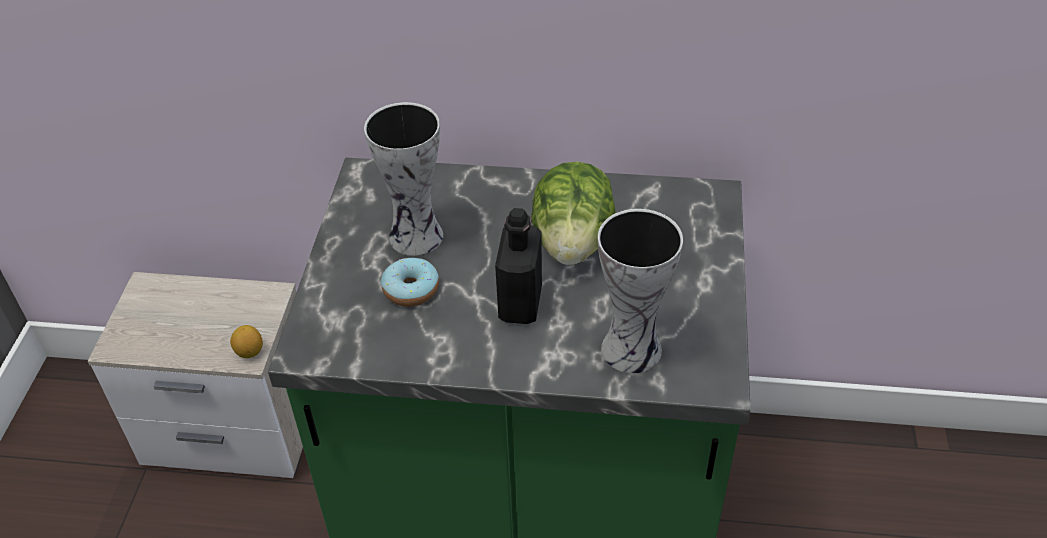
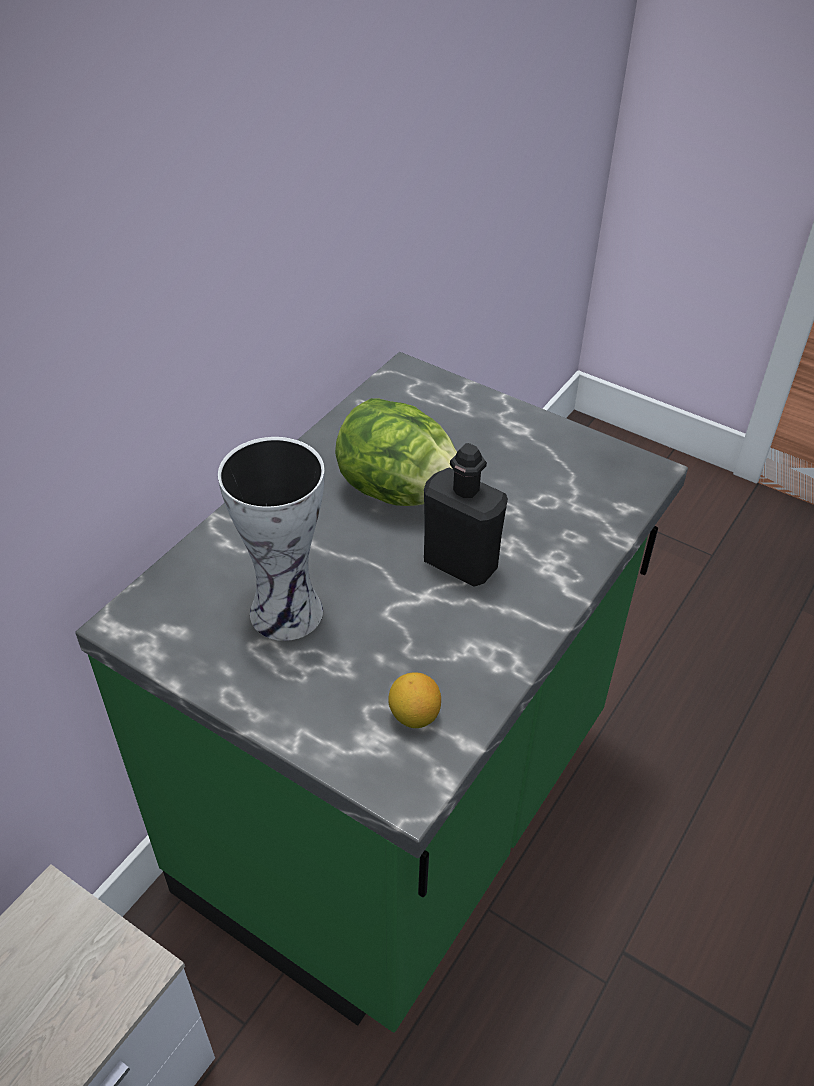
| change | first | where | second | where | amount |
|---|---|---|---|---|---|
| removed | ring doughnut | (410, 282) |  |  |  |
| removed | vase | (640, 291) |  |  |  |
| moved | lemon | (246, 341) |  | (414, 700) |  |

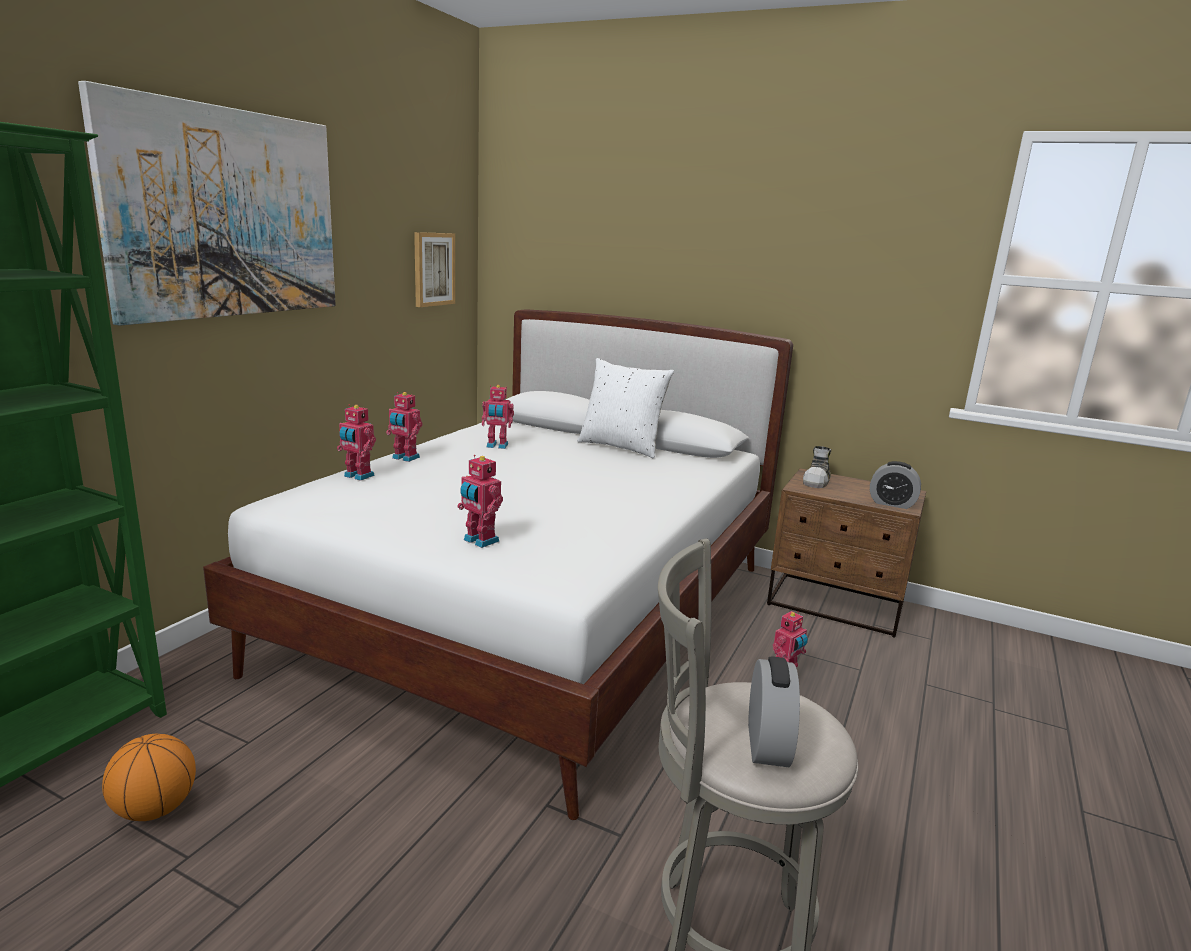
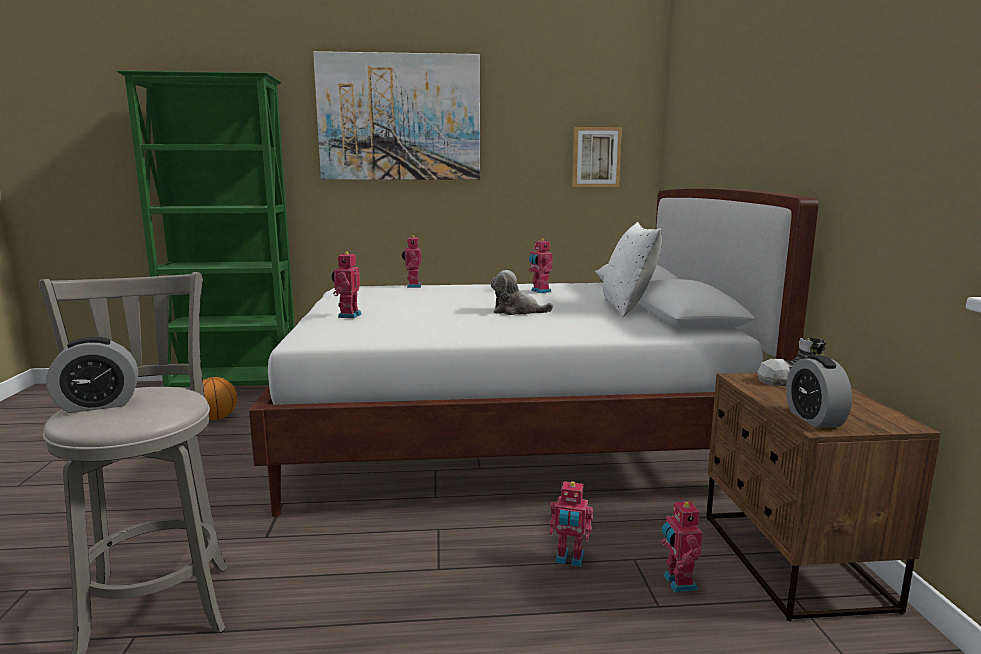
| change | first | where | second | where | amount |
|---|---|---|---|---|---|
| added |  |  | soft toy | (522, 292) |  |
| moved | toy robot | (404, 427) |  | (682, 545) |  |

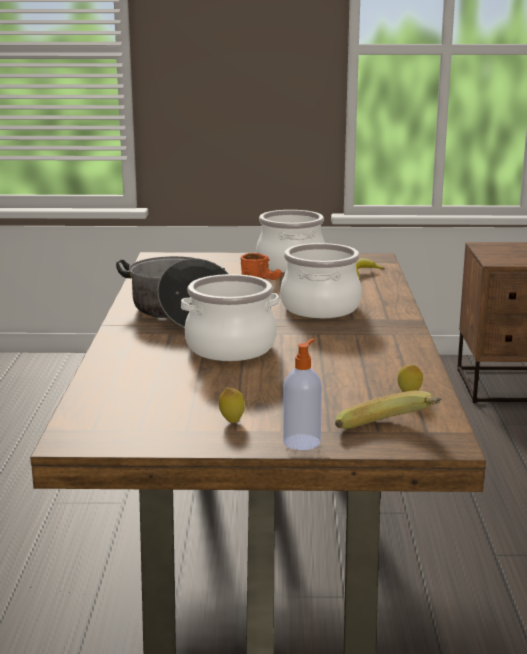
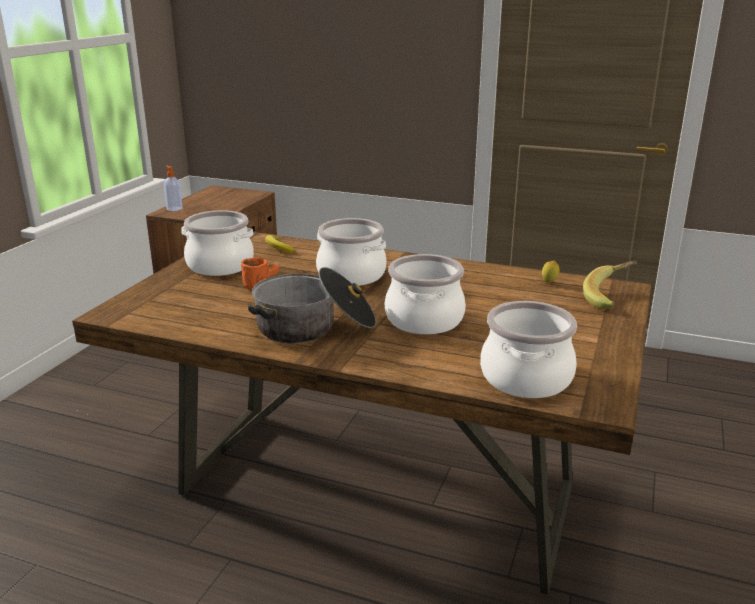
| change | first | where | second | where | amount |
|---|---|---|---|---|---|
| removed | lemon | (232, 405) |  |  |  |
| added |  |  | saucepot | (528, 349) |  |
| moved | liquid soap bottle | (302, 394) |  | (173, 188) |  |

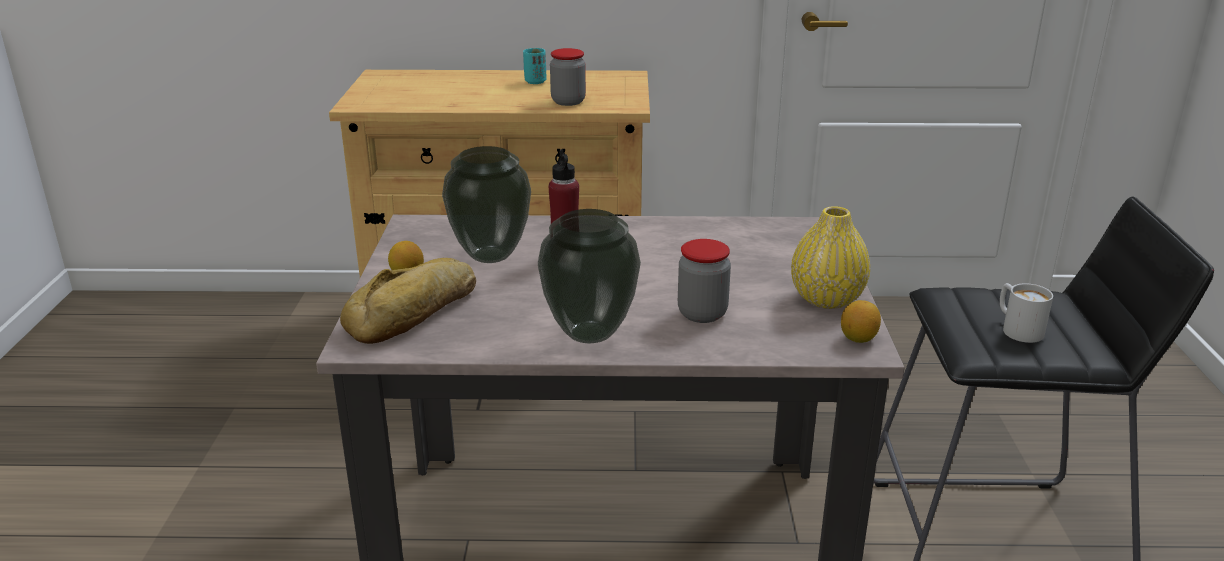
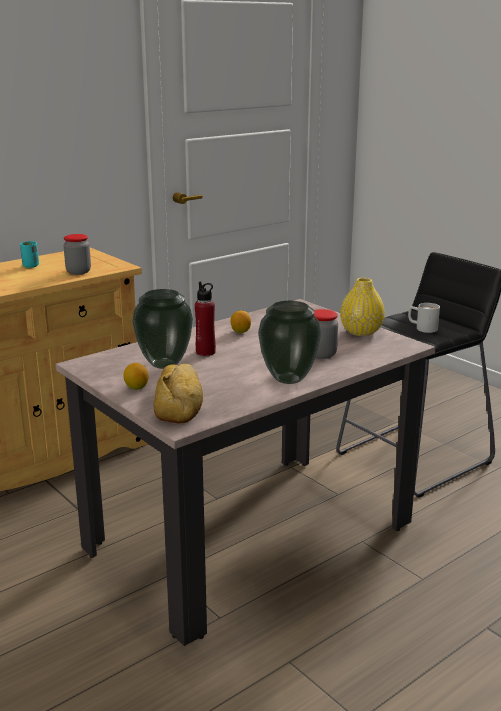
| change | first | where | second | where | amount |
|---|---|---|---|---|---|
| moved | lemon | (861, 321) |  | (241, 322) |  |

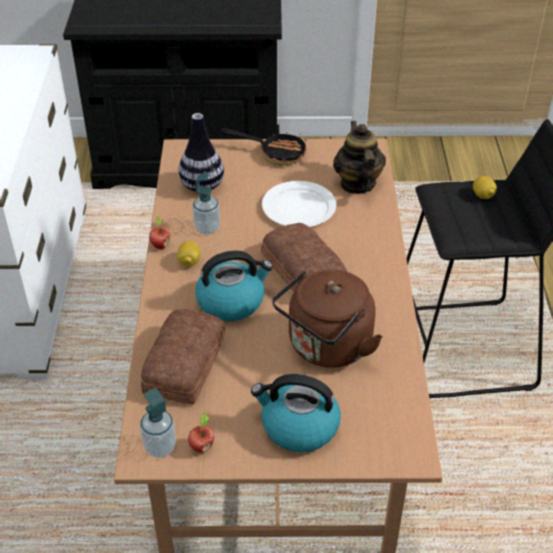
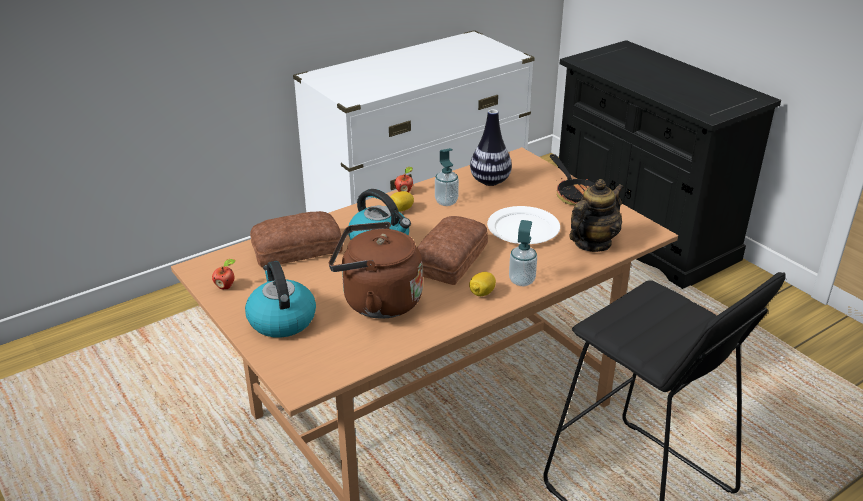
| change | first | where | second | where | amount |
|---|---|---|---|---|---|
| moved | liquid soap bottle | (158, 423) |  | (523, 253) |  |
| moved | lemon | (485, 187) |  | (482, 284) |  |

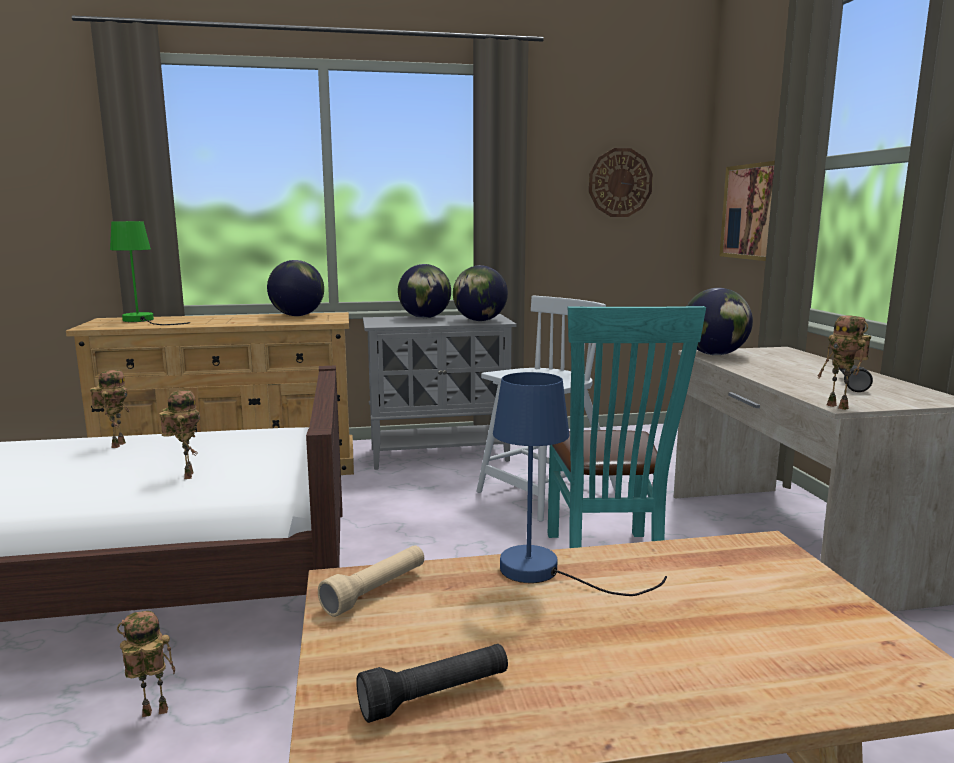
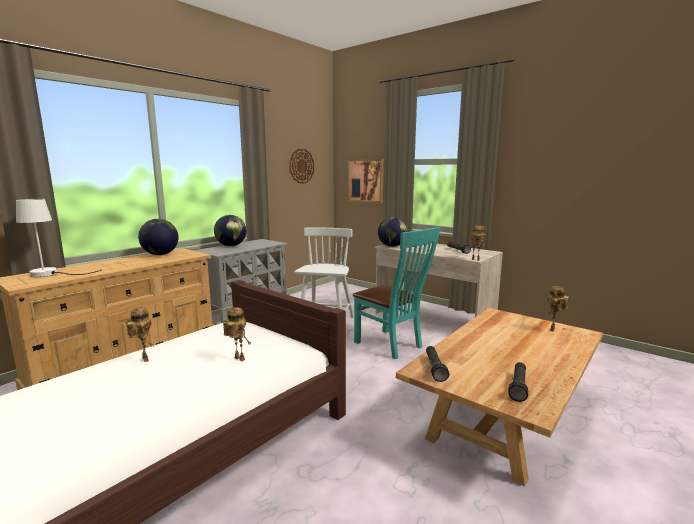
| change | first | where | second | where | amount |
|---|---|---|---|---|---|
| removed | globe | (480, 293) |  |  |  |
| removed | blue-coloured tabletop lamp | (580, 484) |  |  |  |
| moved | toy robot | (146, 664) |  | (558, 309) |  |
| recoloured | green-coloured tabletop lamp | (150, 273) | white tabletop lamp | (59, 238) |  |
| recoloured | beige-coloured torch | (371, 581) | blackish torch | (437, 364) |  |

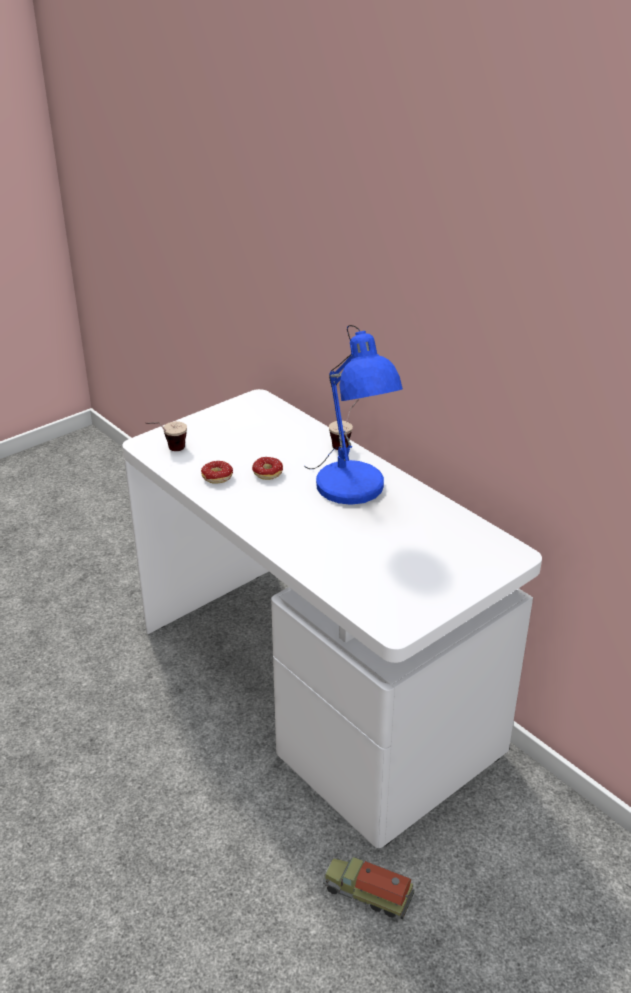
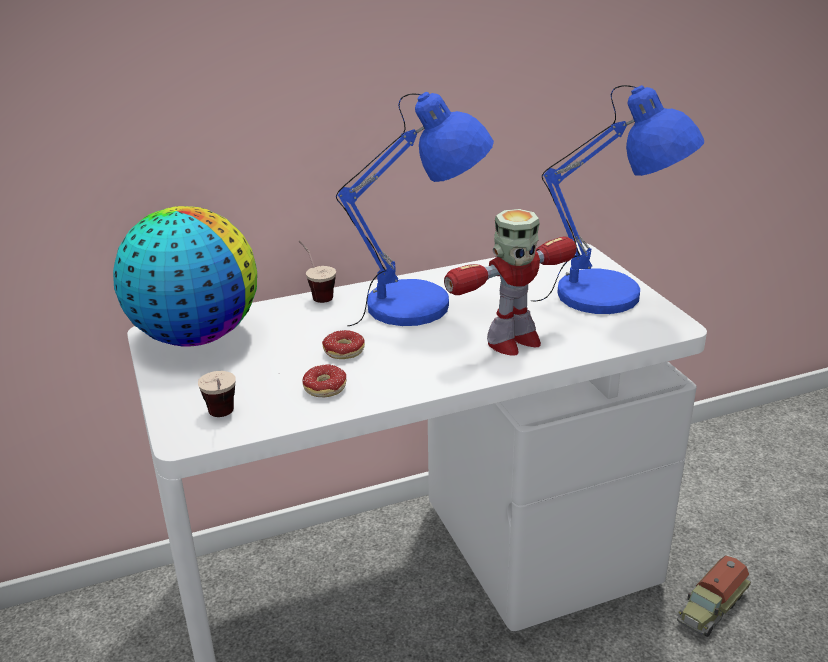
| change | first | where | second | where | amount |
|---|---|---|---|---|---|
| added |  |  | globe | (185, 276) |  |
| added |  |  | toy robot | (510, 282) |  |
| added |  |  | blue-coloured tabletop lamp | (617, 199) |  |

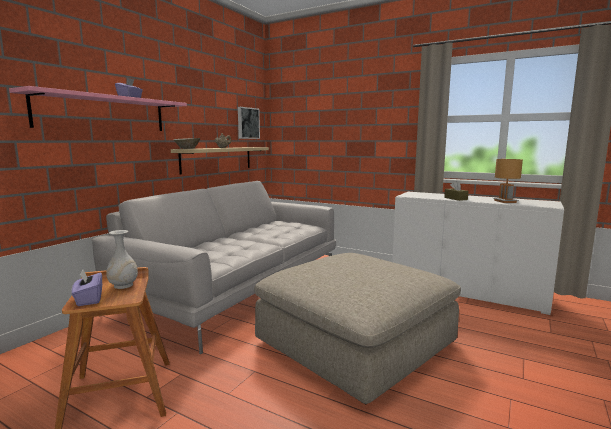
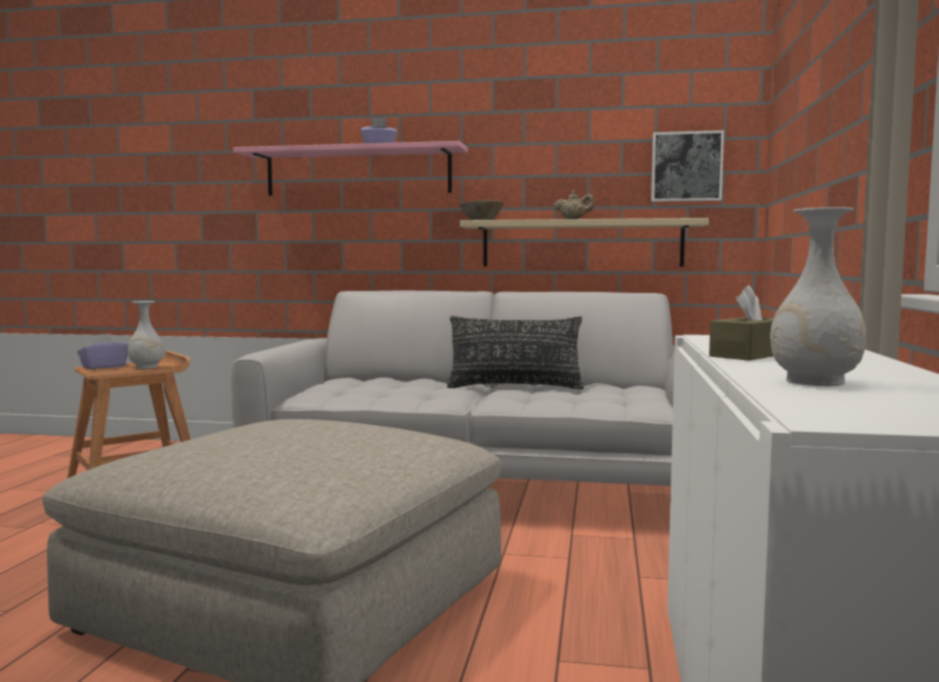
| change | first | where | second | where | amount |
|---|---|---|---|---|---|
| added |  |  | blackish cushion | (515, 353) |  |
| replaced | brown tabletop lamp | (508, 181) | white vase | (818, 296) |  |

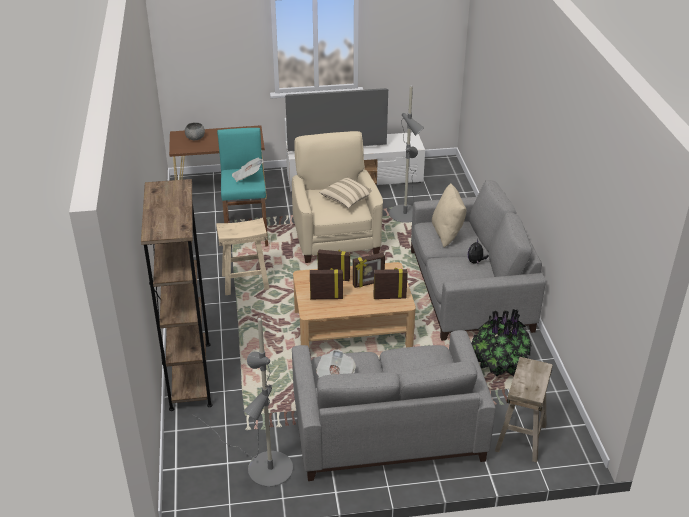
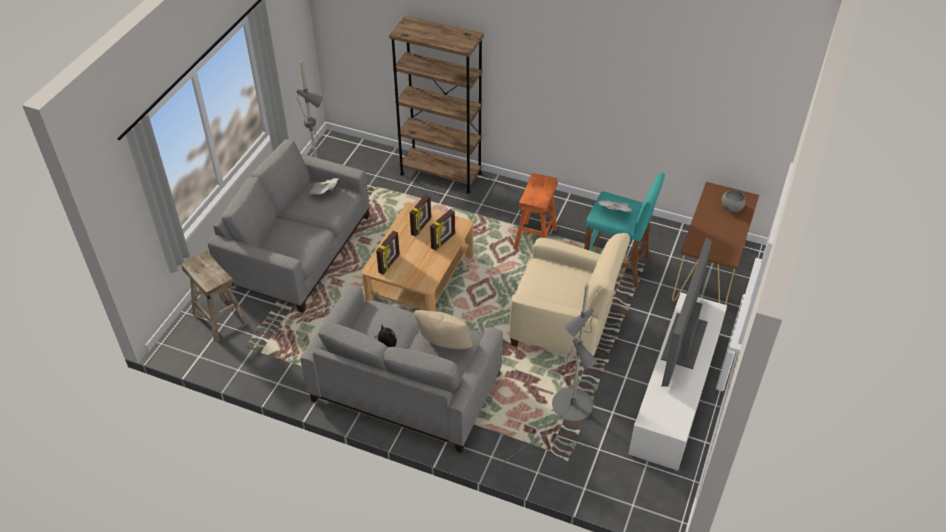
| change | first | where | second | where | amount |
|---|---|---|---|---|---|
| removed | beige-coloured cushion | (346, 192) |  |  |  |
| removed | standing frame | (369, 270) |  |  |  |
| removed | plant in a pot | (501, 342) |  |  |  |
| recoloured | beige-coloured stool | (243, 256) | orange stool | (535, 211) |  |

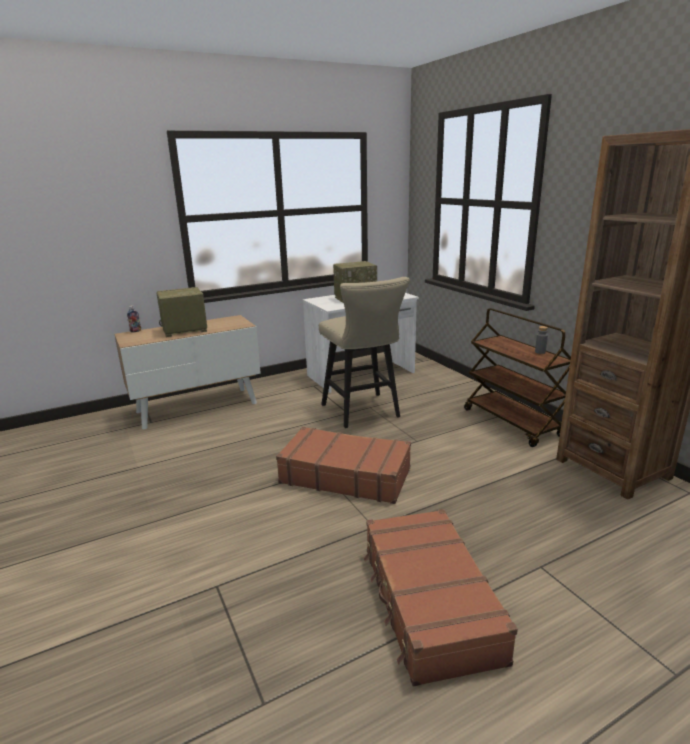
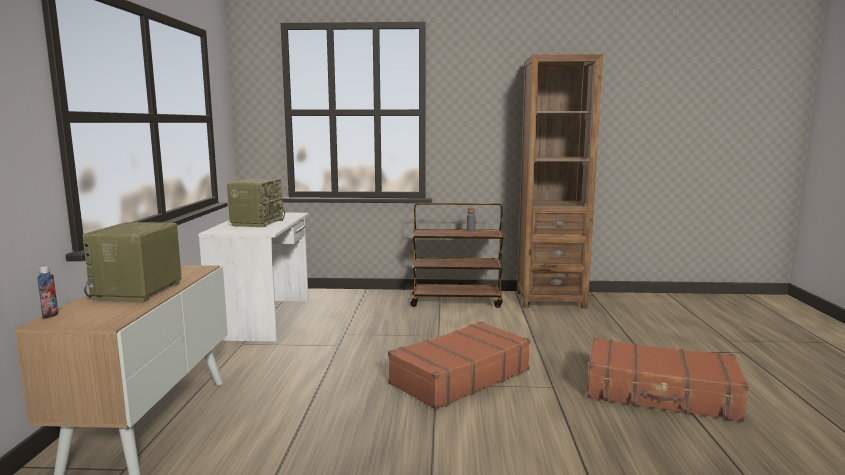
| change | first | where | second | where | amount |
|---|---|---|---|---|---|
| removed | beige-coloured stool | (364, 352) |  |  |  |

